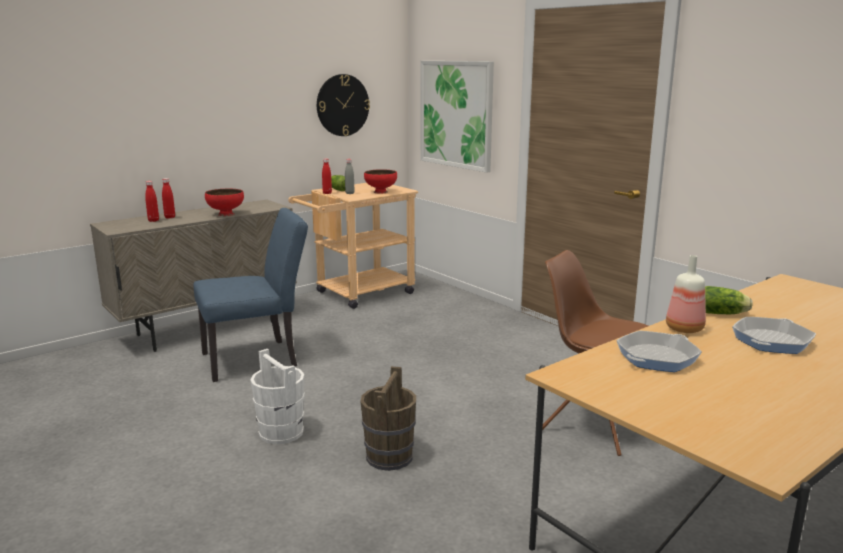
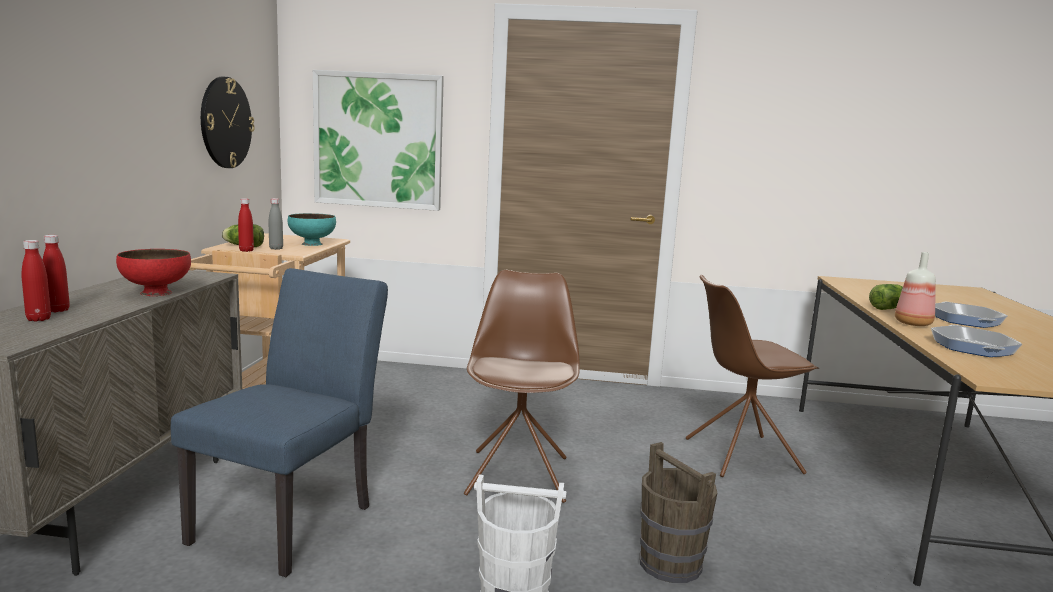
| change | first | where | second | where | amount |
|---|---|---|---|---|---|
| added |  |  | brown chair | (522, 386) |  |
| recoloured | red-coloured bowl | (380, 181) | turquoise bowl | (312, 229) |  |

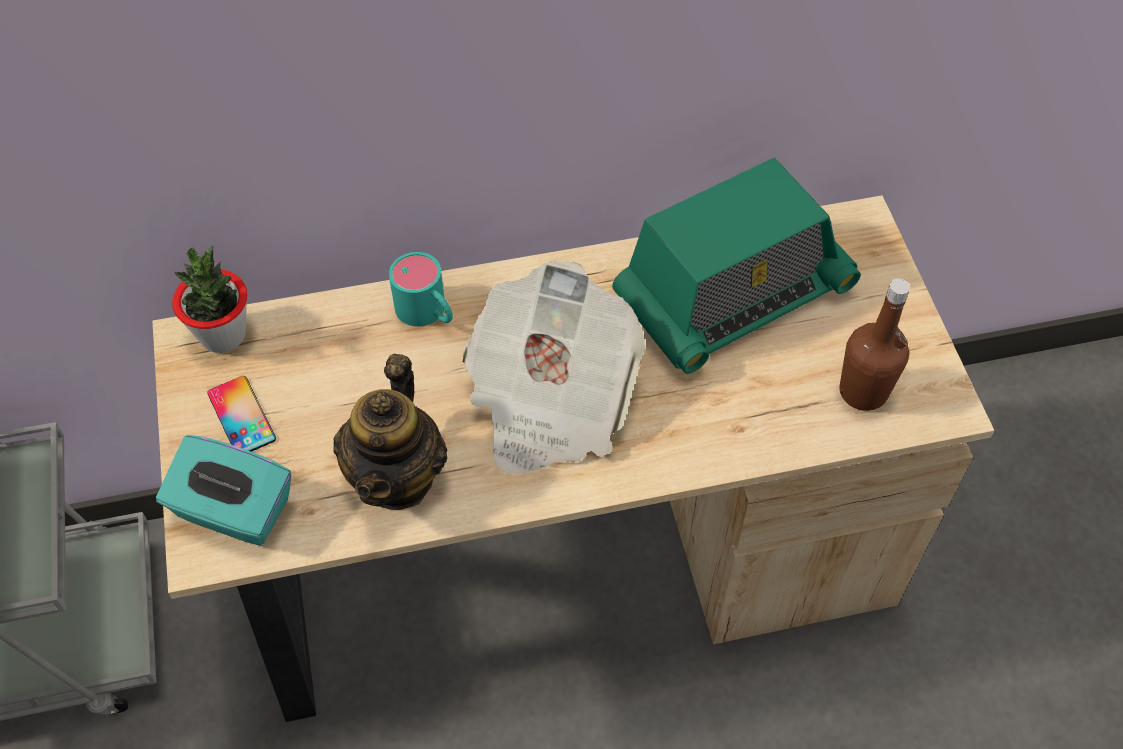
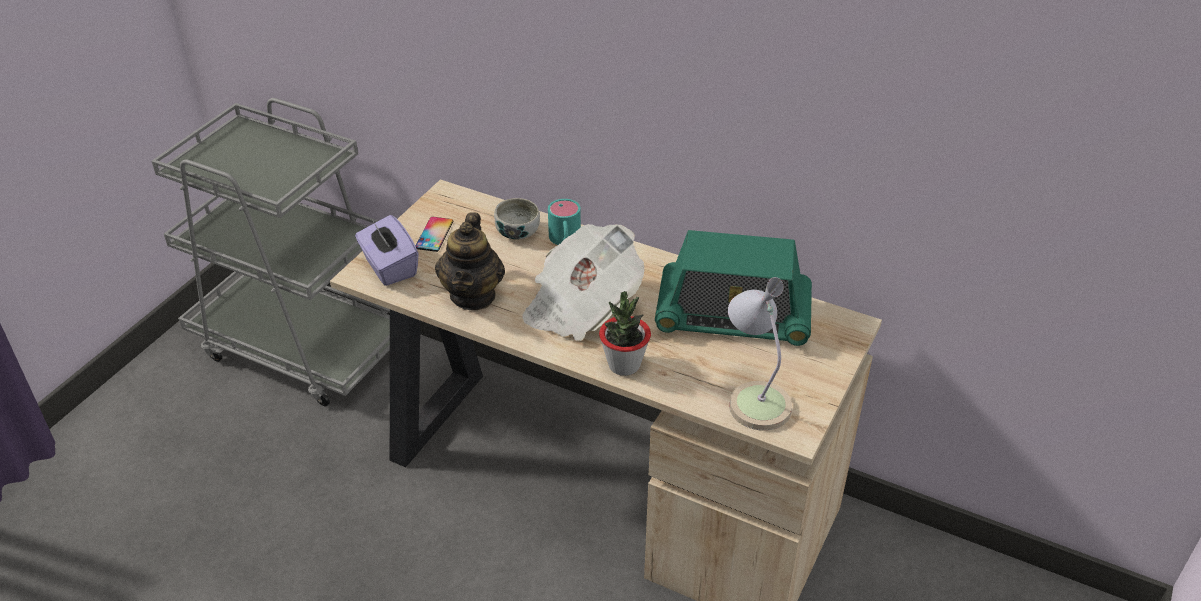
| change | first | where | second | where | amount |
|---|---|---|---|---|---|
| added |  |  | bowl | (517, 219) |  |
| moved | plant in a pot | (209, 299) |  | (625, 333) |  |
| replaced | brown beverage bottle | (875, 344) | tabletop lamp | (760, 354) |  |
| recoloured | turquoise box of tissues | (223, 490) | purple-coloured box of tissues | (387, 250) |  |
| turned | teapot | (390, 432) |  | (470, 261) | 45 degrees counterclockwise |

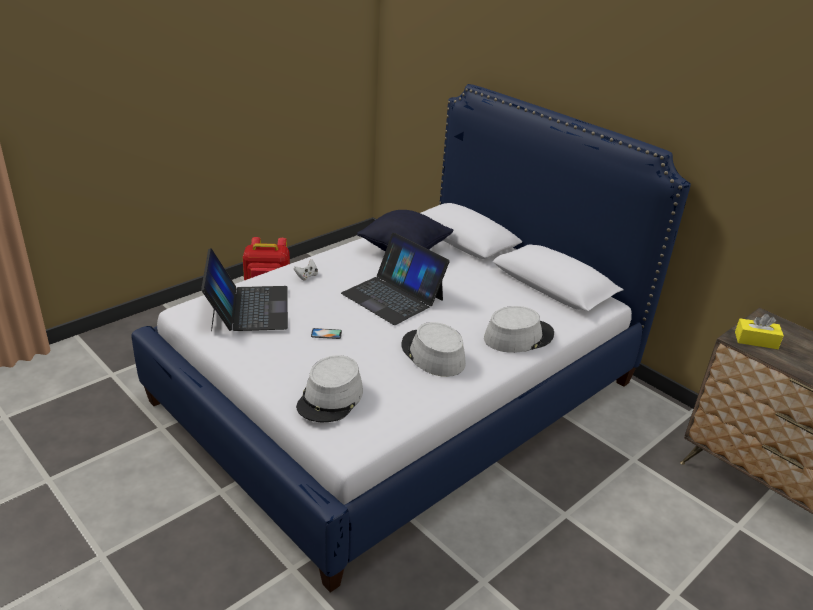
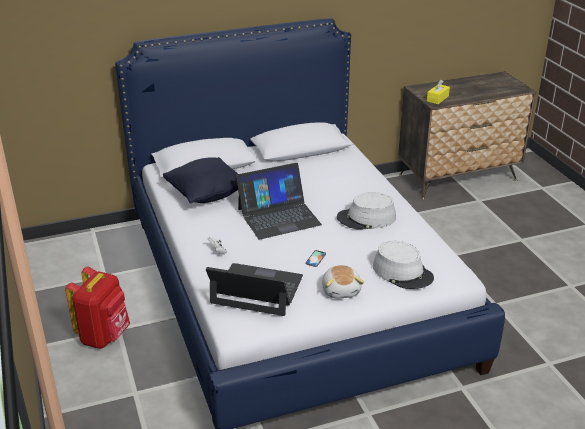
| change | first | where | second | where | amount |
|---|---|---|---|---|---|
| removed | gray wearable hat | (519, 329) |  |  |  |
| added |  |  | soft toy | (343, 282) |  |

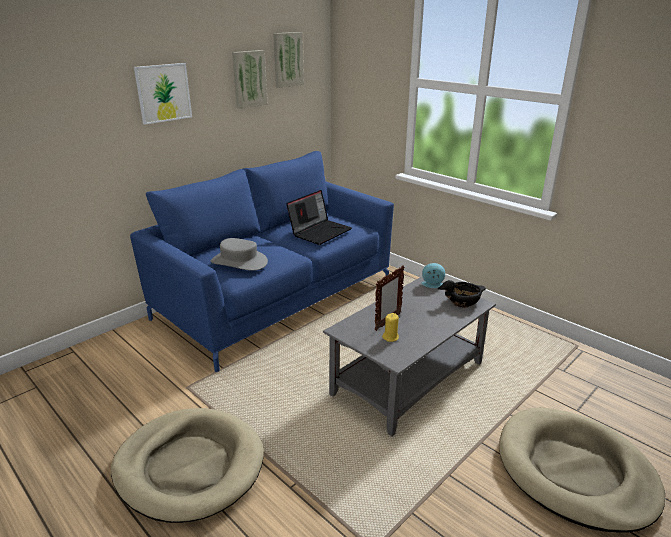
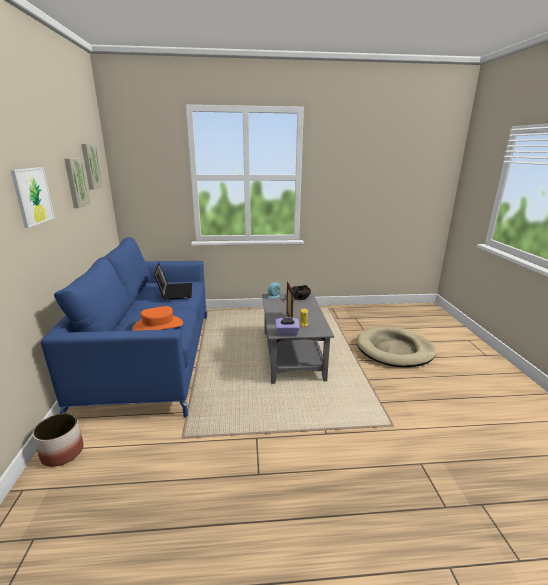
| change | first | where | second | where | amount |
|---|---|---|---|---|---|
| removed | beige-coloured pet bed | (187, 465) |  |  |  |
| added |  |  | planter | (58, 440) |  |
| added |  |  | purple-coloured box of tissues | (287, 326) |  |
| recoloured | gray wearable hat | (239, 254) | orange wearable hat | (157, 318) |  |

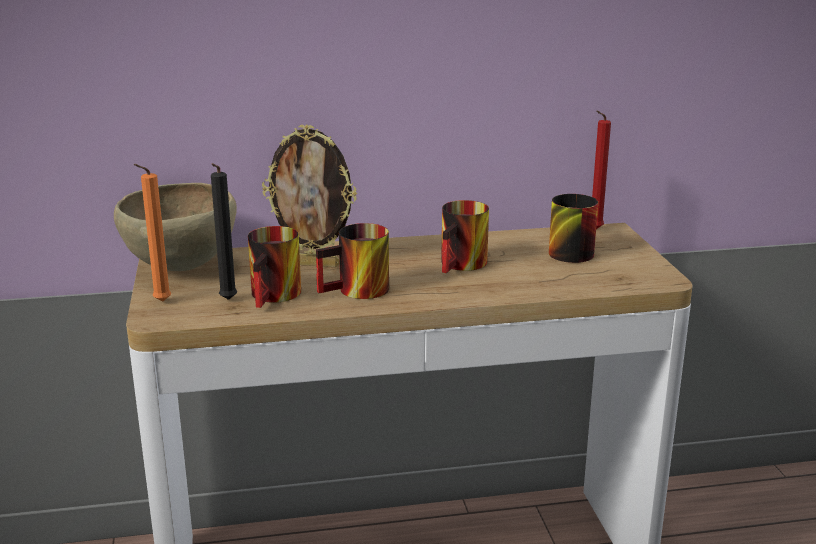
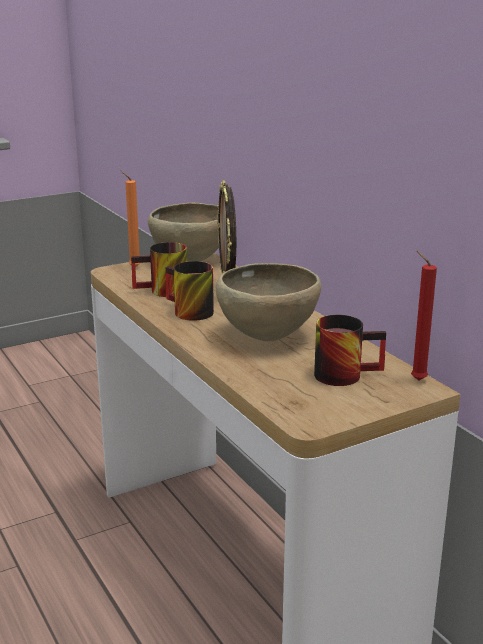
| change | first | where | second | where | amount |
|---|---|---|---|---|---|
| removed | blackish candle | (224, 231) |  |  |  |
| replaced | mug | (465, 236) | brown bowl | (268, 302) |  |

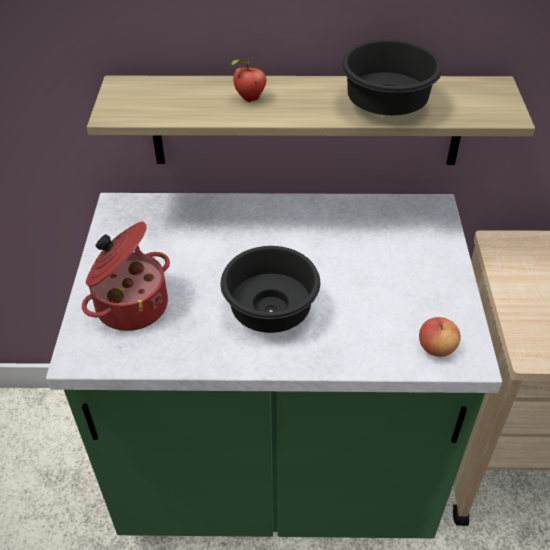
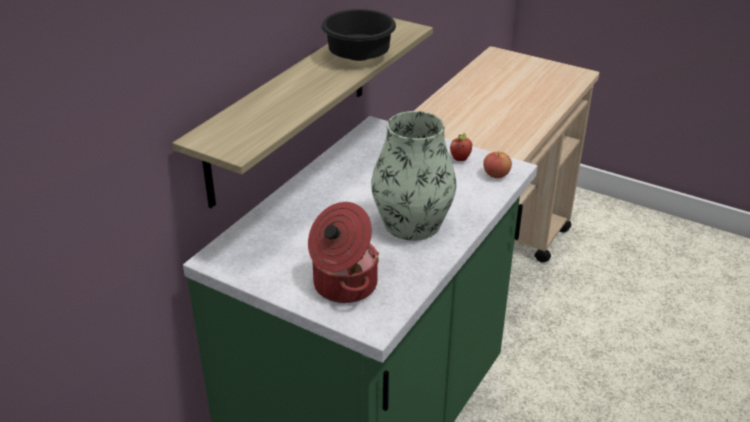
| change | first | where | second | where | amount |
|---|---|---|---|---|---|
| moved | whole apple | (248, 81) |  | (461, 147) |  |
| replaced | blackish bowl | (270, 289) | vase | (414, 176) |  |

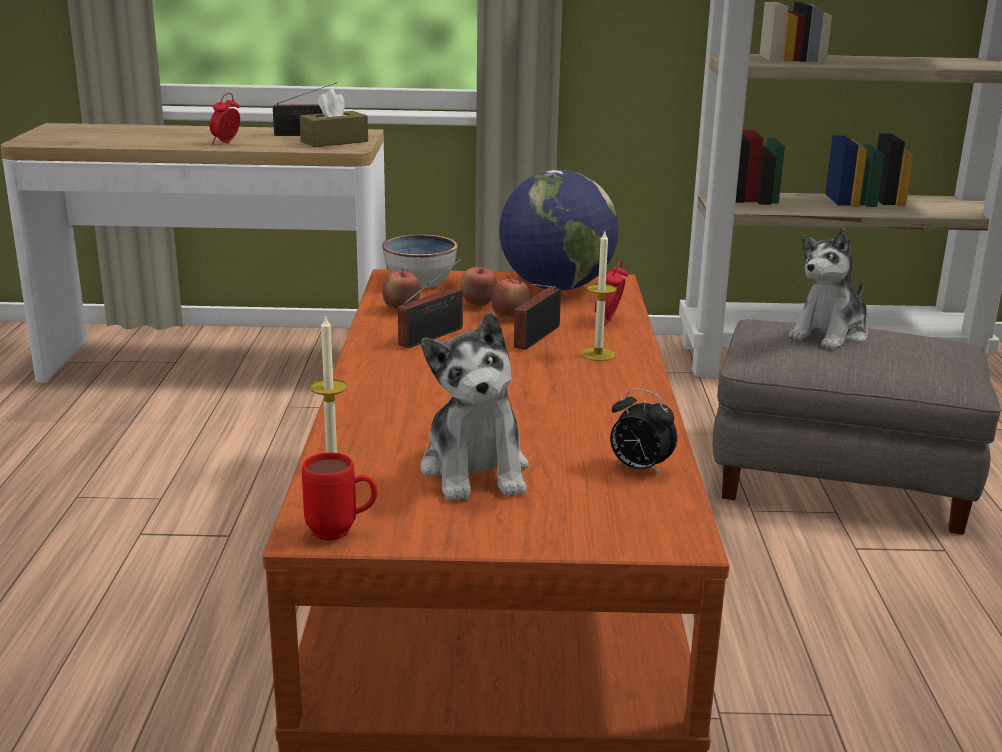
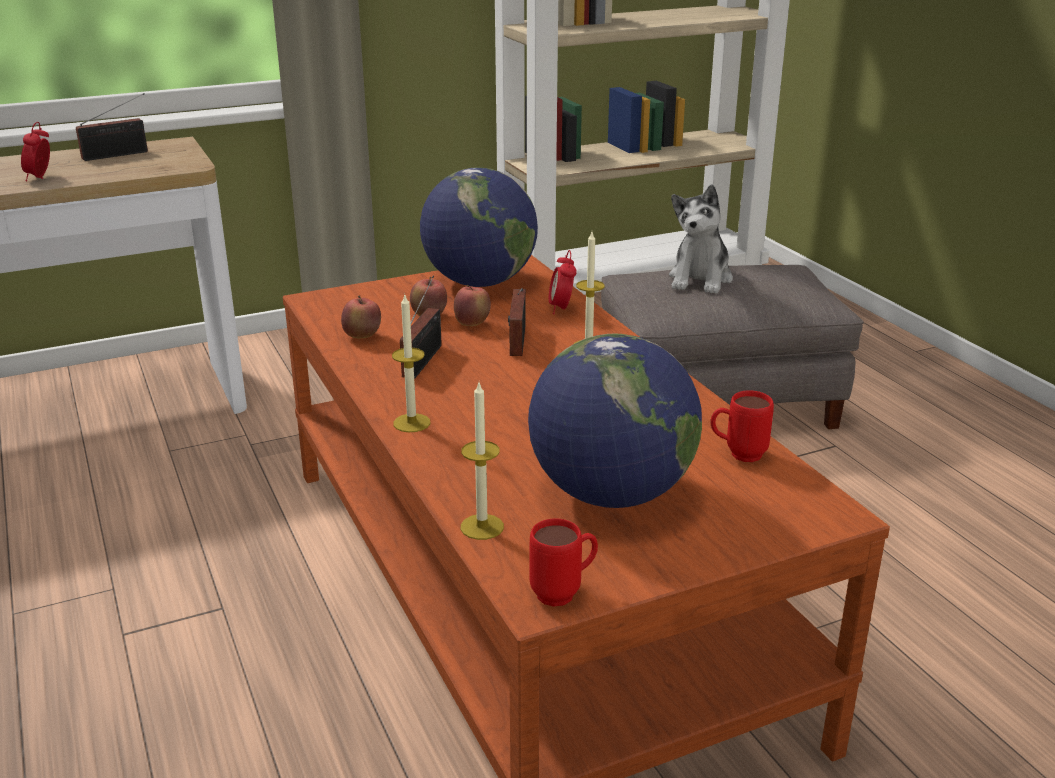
| change | first | where | second | where | amount |
|---|---|---|---|---|---|
| removed | brown box of tissues | (333, 118) |  |  |  |
| removed | bowl | (419, 261) |  |  |  |
| added |  |  | candle | (411, 362) |  |
| replaced | soft toy | (475, 406) | globe | (615, 421) |  |
| replaced | table clock | (643, 432) | red-coloured mug | (742, 426) |  |

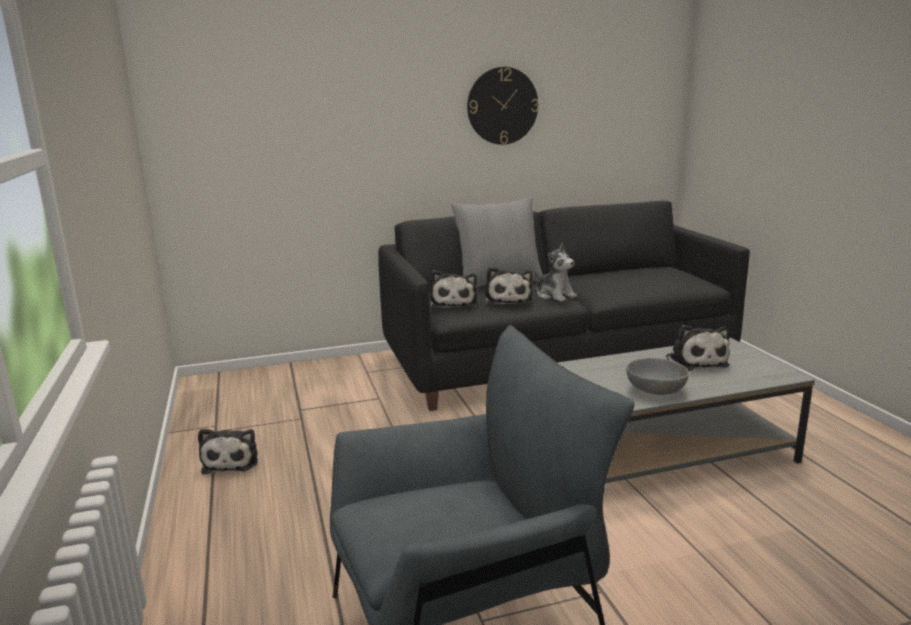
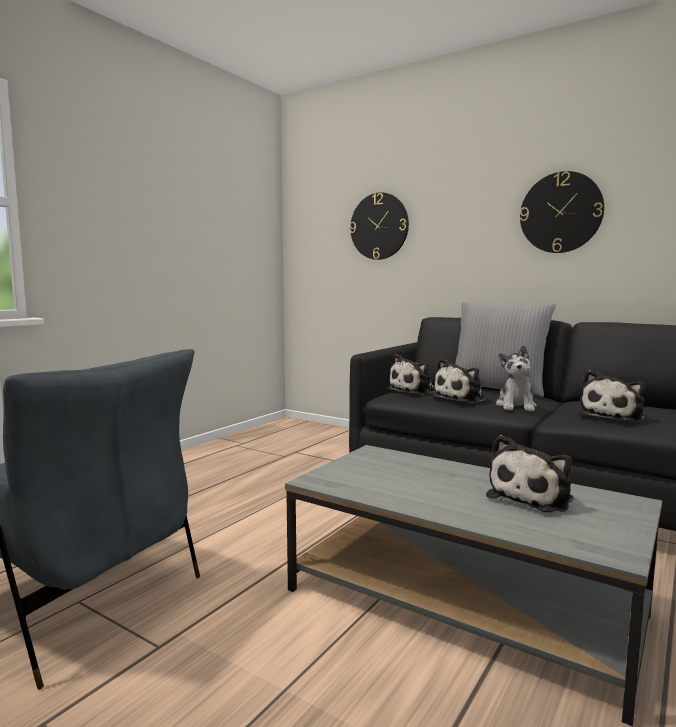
| change | first | where | second | where | amount |
|---|---|---|---|---|---|
| removed | gray bowl | (658, 376) |  |  |  |
| added |  |  | wall clock | (379, 226) |  |
| moved | soft toy | (228, 451) |  | (612, 396) |  |

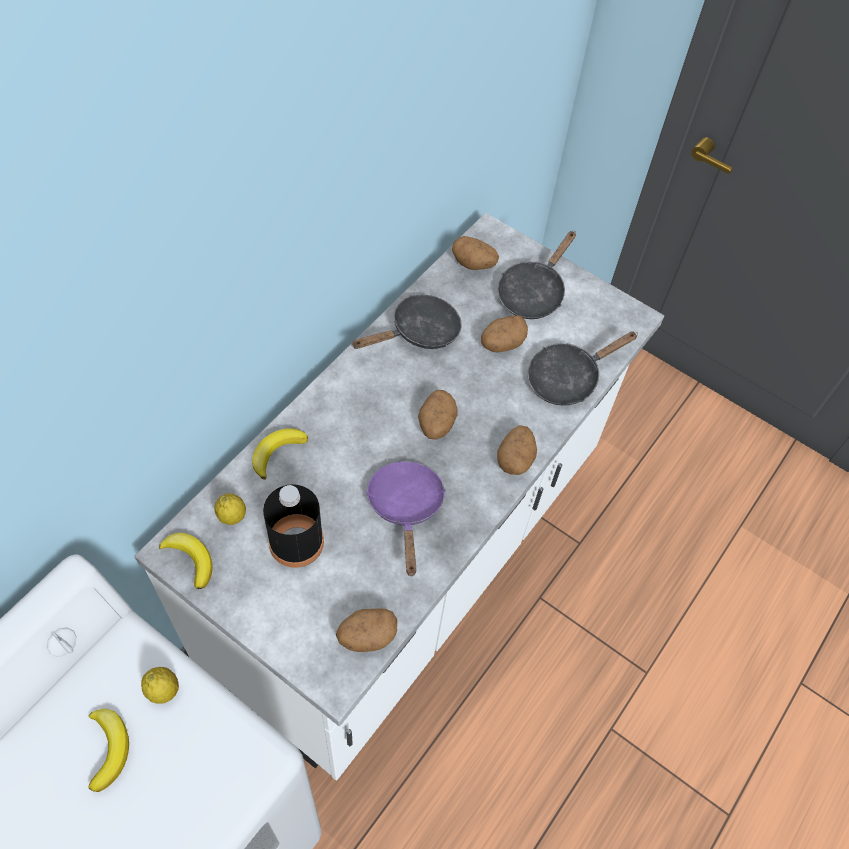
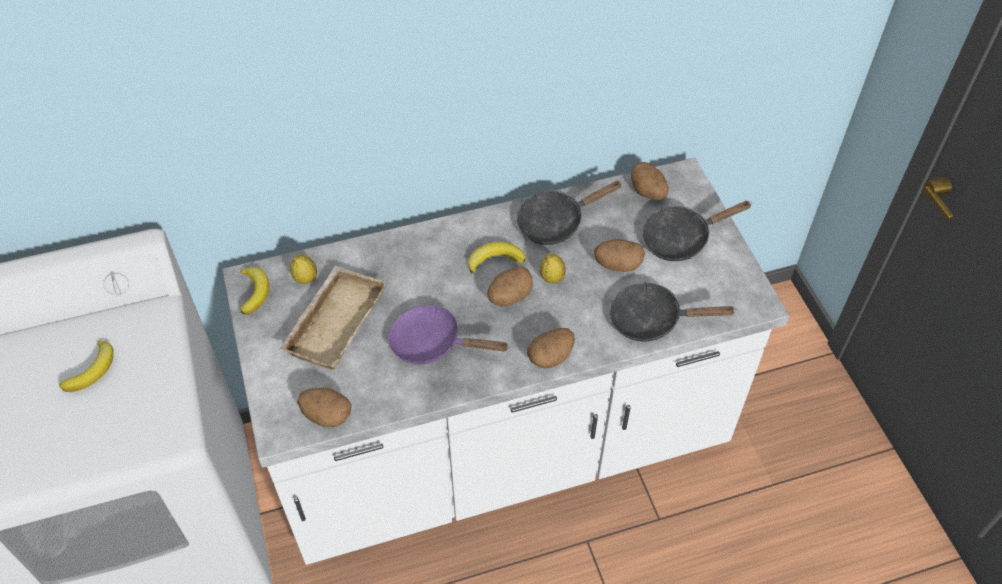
| change | first | where | second | where | amount |
|---|---|---|---|---|---|
| moved | lemon | (160, 685) |  | (553, 268) |  |
| moved | banana fruit | (280, 454) |  | (497, 258) |  |
| replaced | blackish beverage bottle | (293, 526) | beige-coloured carrying tray | (333, 318) |  |
| turned | blackish skillet | (406, 322) |  | (569, 213) | 150 degrees clockwise |
| turned | purple-coloured skillet | (406, 518) |  | (449, 334) | 105 degrees counterclockwise |

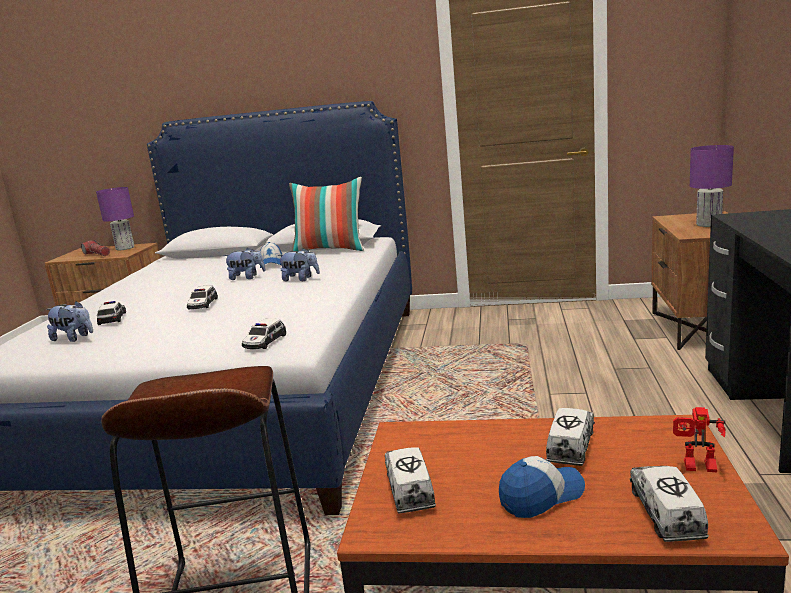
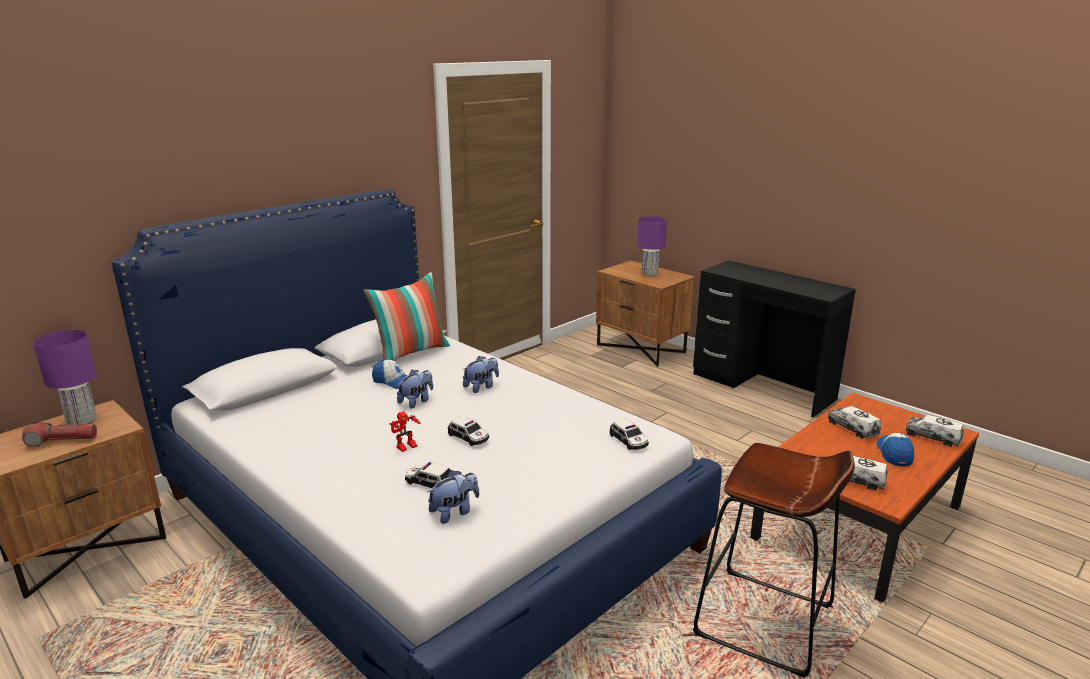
| change | first | where | second | where | amount |
|---|---|---|---|---|---|
| moved | toy robot | (699, 439) |  | (405, 432) |  |

